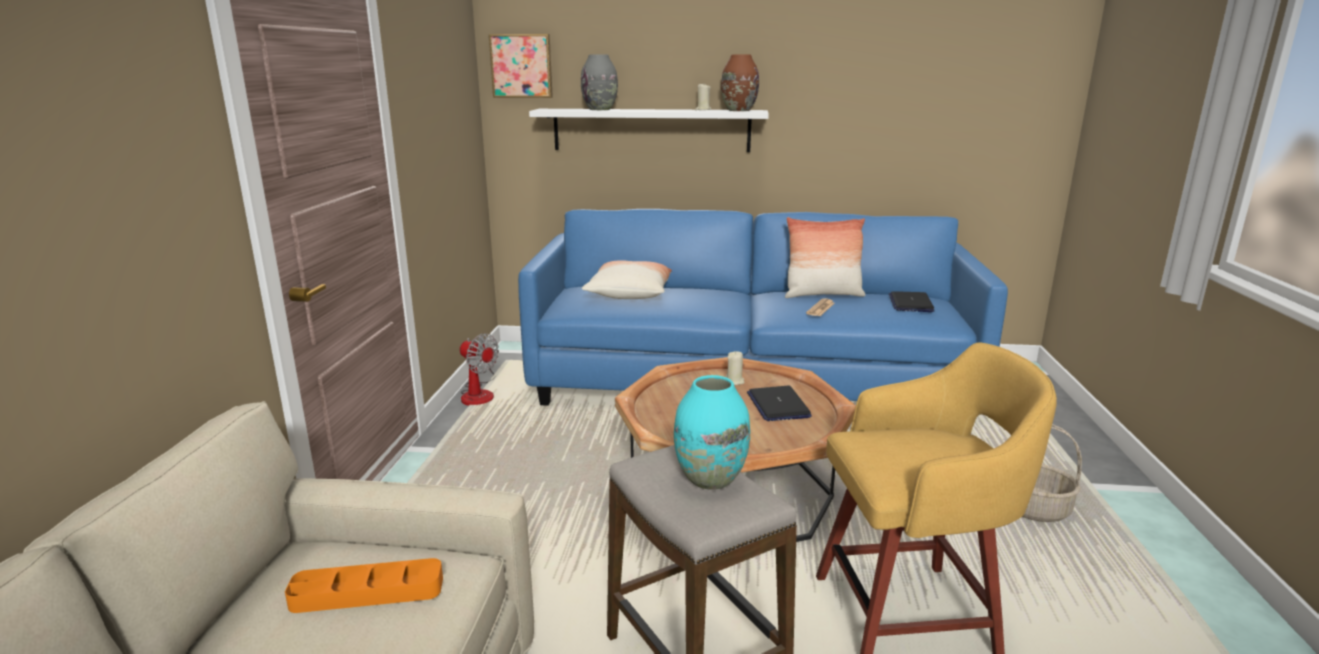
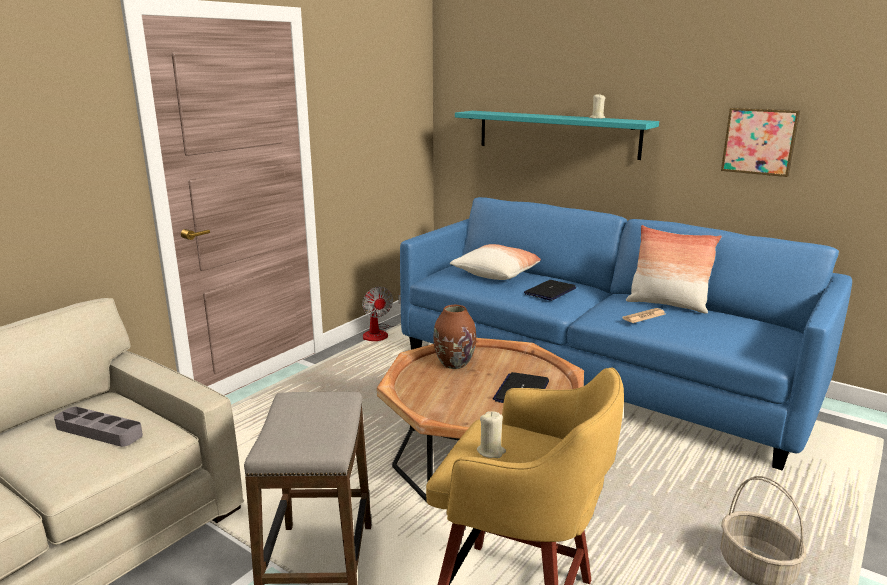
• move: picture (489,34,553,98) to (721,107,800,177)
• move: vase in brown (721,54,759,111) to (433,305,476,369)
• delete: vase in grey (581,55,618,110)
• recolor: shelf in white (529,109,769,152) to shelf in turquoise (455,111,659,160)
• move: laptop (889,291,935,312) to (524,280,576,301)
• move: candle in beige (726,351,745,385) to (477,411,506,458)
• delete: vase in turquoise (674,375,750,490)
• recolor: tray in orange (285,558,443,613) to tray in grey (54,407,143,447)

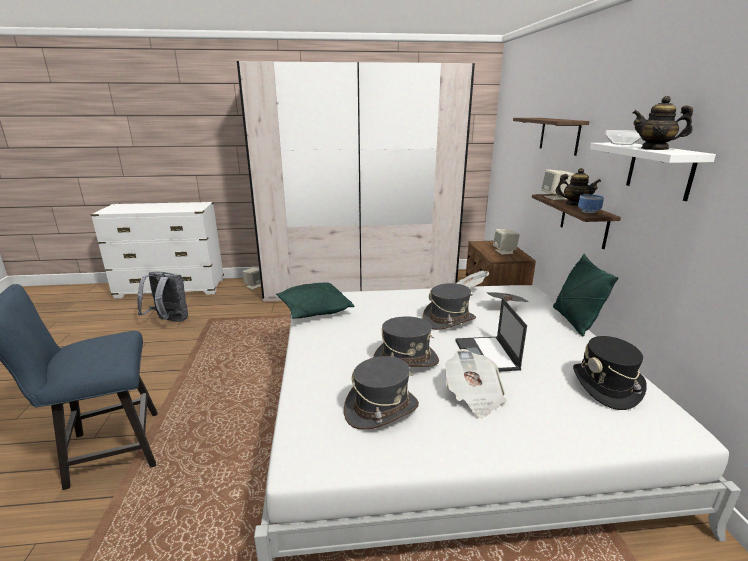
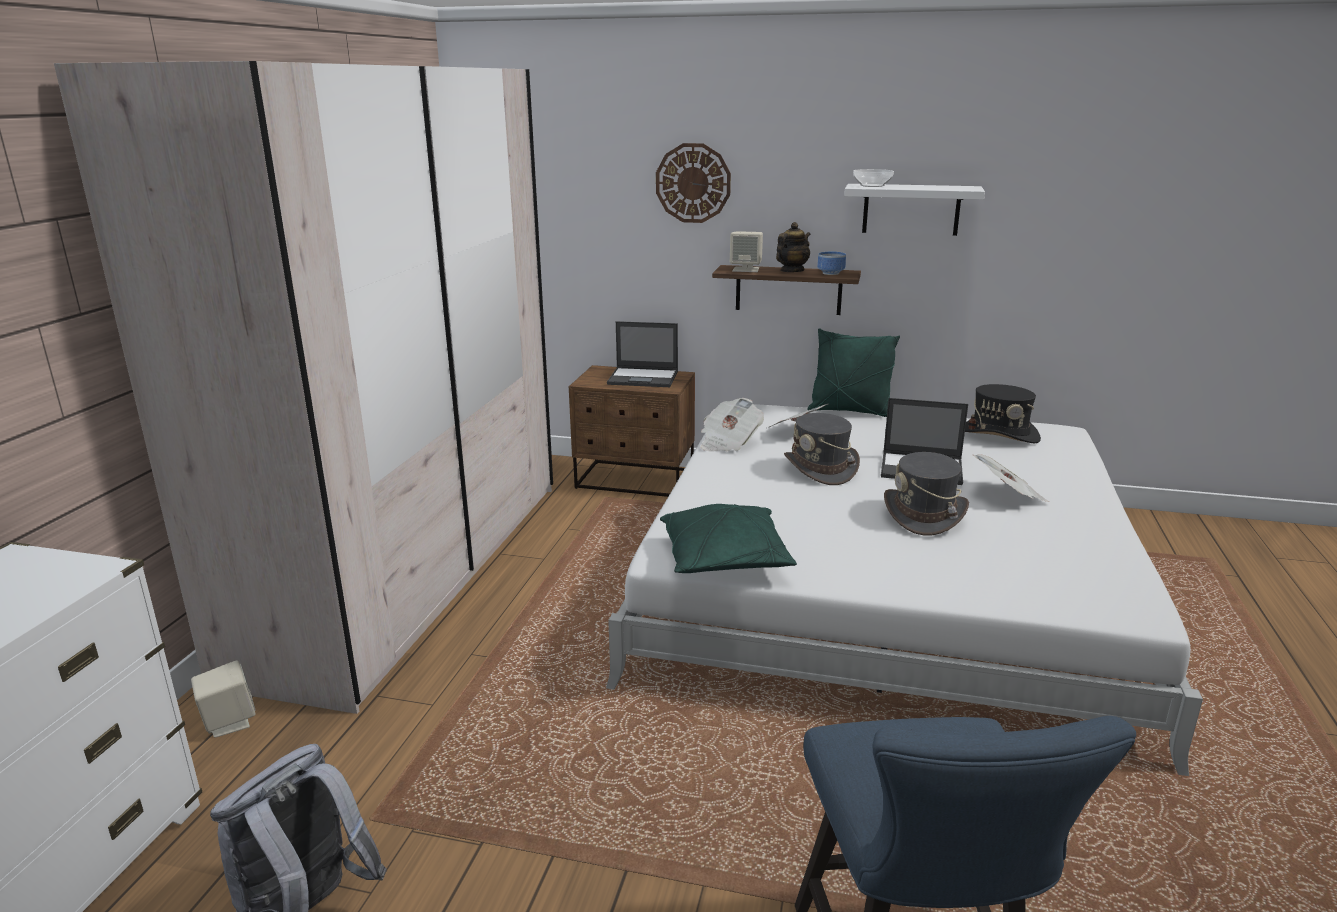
• delete: teapot (633,96,693,150)
• replace: shelf (513,118,589,156) to wall clock (656,143,731,223)
• replace: speaker in beige (493,229,519,255) to laptop (607,321,678,387)
• delete: hat in grey (344,356,419,430)

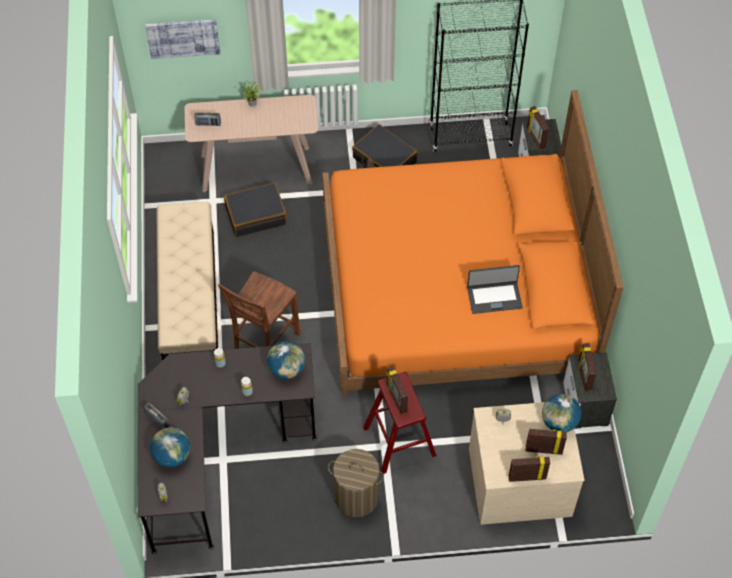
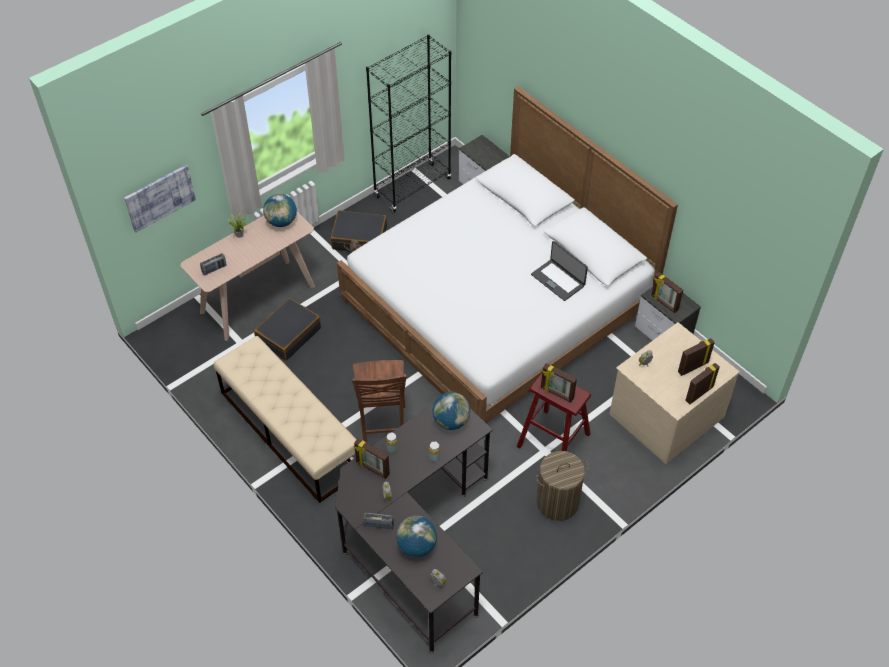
• recolor: bed in orange (323,90,624,395) to bed in white (337,86,678,423)
• move: picture frame (527,106,549,150) to (354,438,390,479)
• rotate: laptop (467,265,523,314) = (531,241,588,301) 90 degrees clockwise
• move: globe (542,394,581,432) to (263,194,297,227)

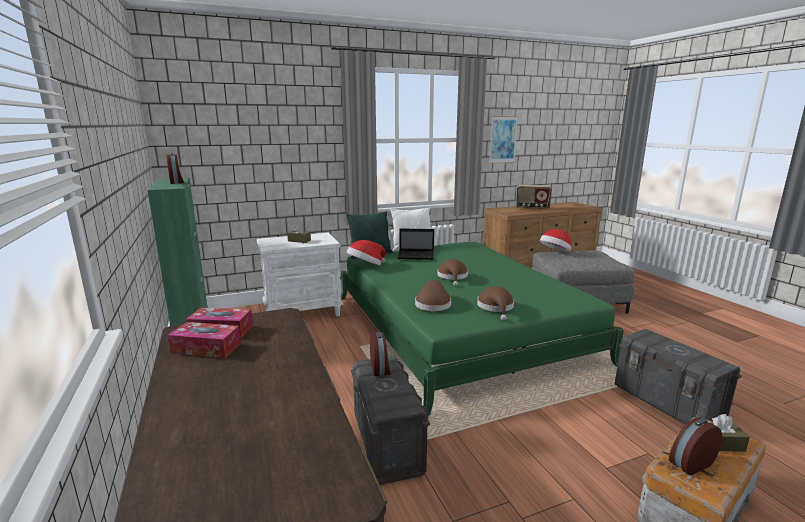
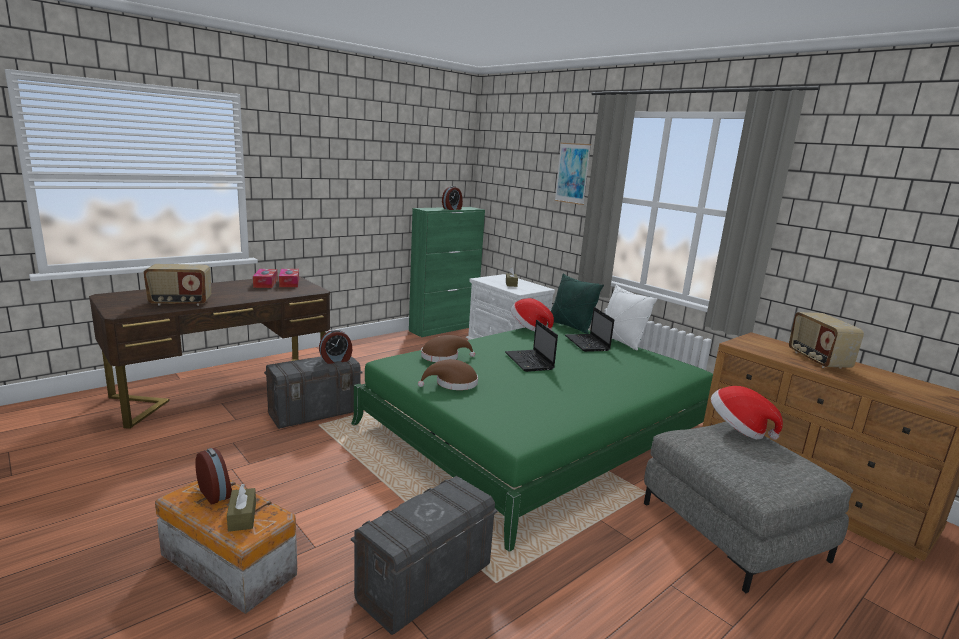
• move: picture (489,116,518,164) to (555,143,591,205)
• replace: hat in brown (437,259,468,286) to laptop (505,320,558,372)
• insert: radio (143,264,211,306)

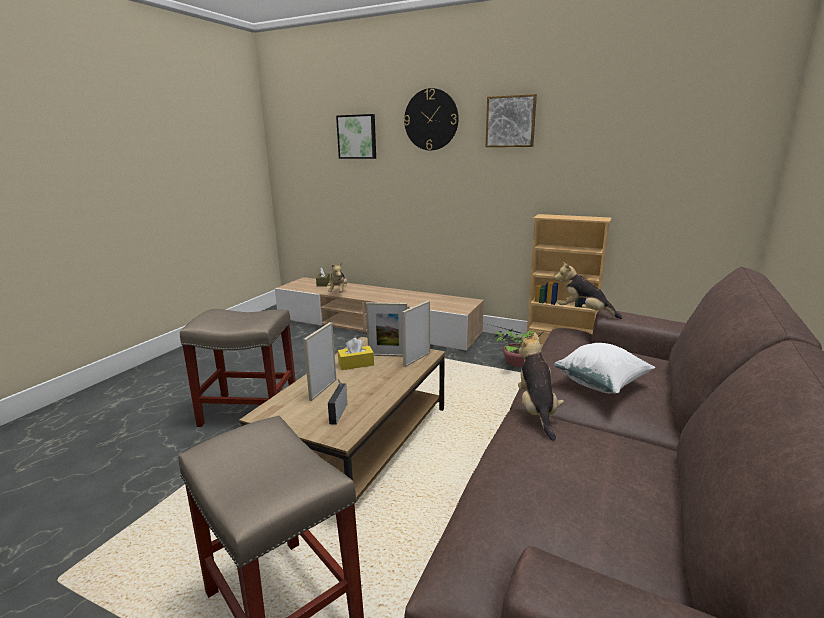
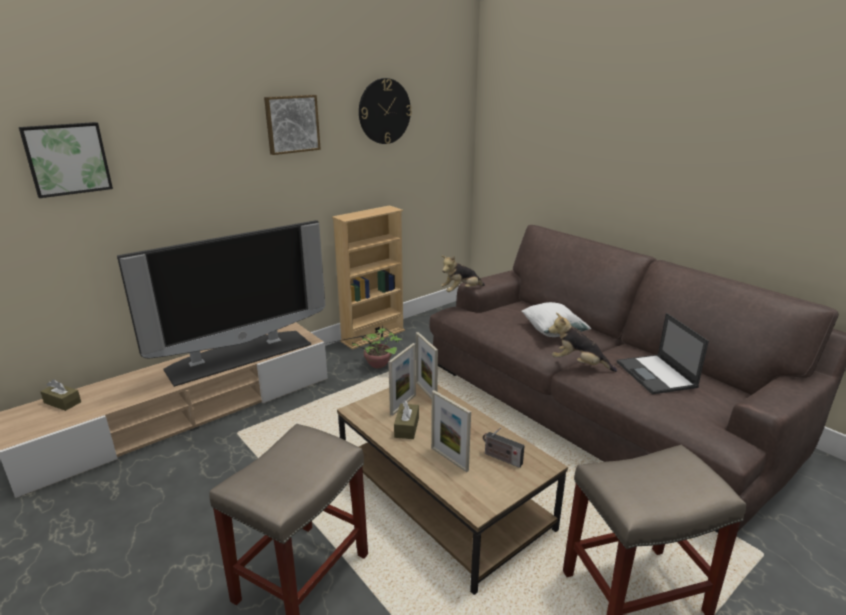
• move: wall clock (404,88,459,150) to (359,78,412,144)
• delete: plush toy (328,262,347,293)
• recolor: tissue box in yellow (338,338,374,370) to tissue box in brown (394,400,419,439)
• insert: television (117,220,325,387)
• insert: laptop (617,313,709,394)

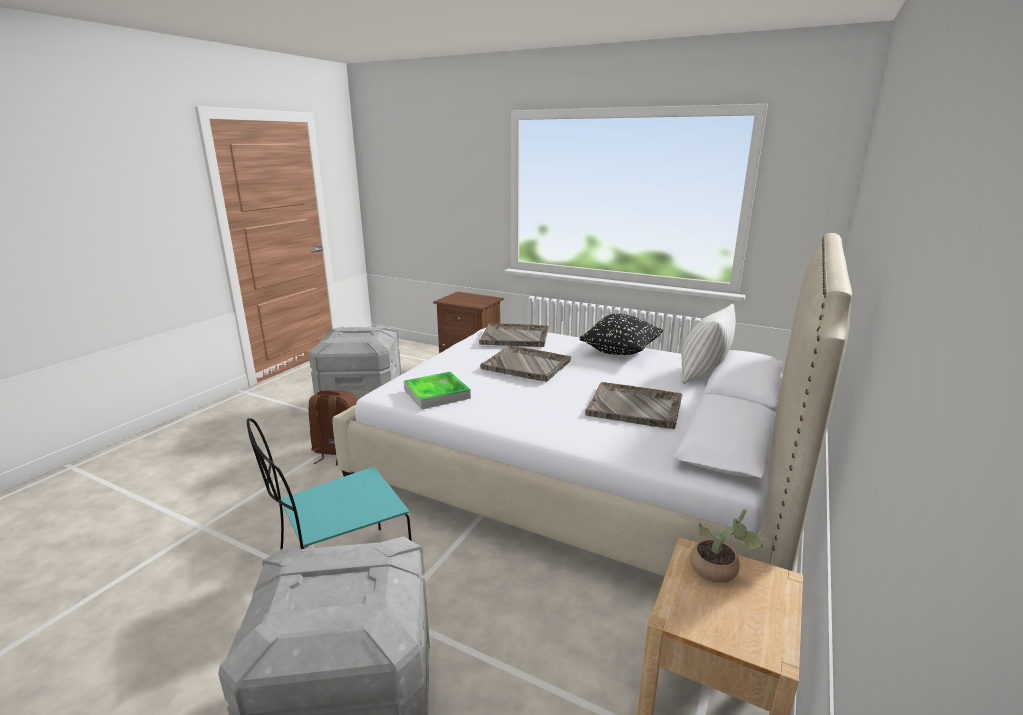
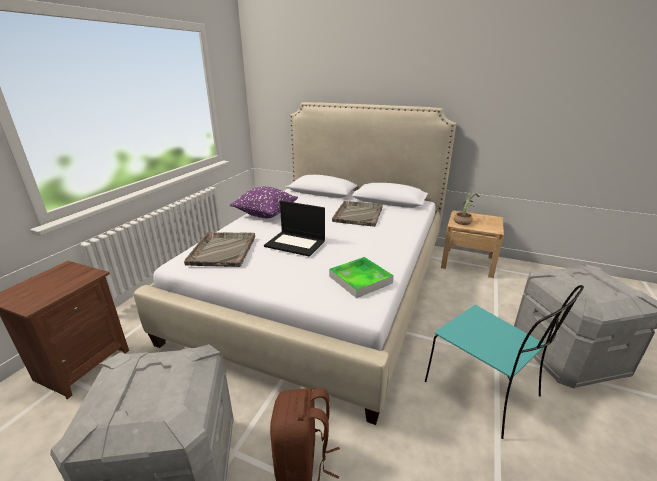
• delete: pillow in white (682,304,735,384)
• recolor: pillow in black (579,313,663,355) to pillow in purple (230,187,298,218)
• replace: tray in grey (480,345,571,382) to laptop (264,201,325,257)

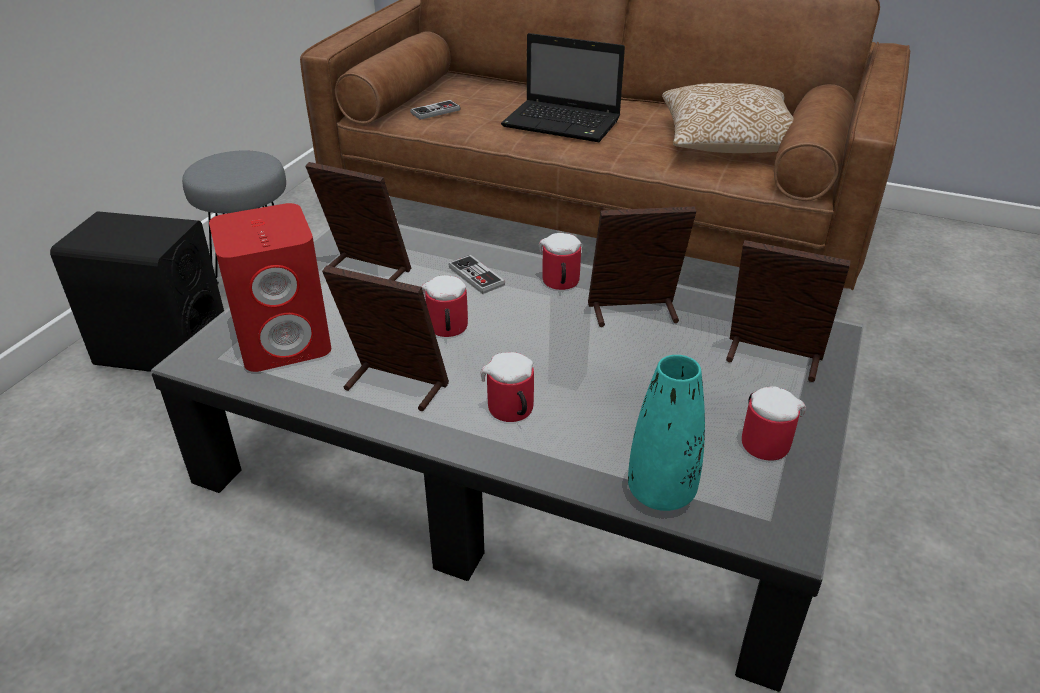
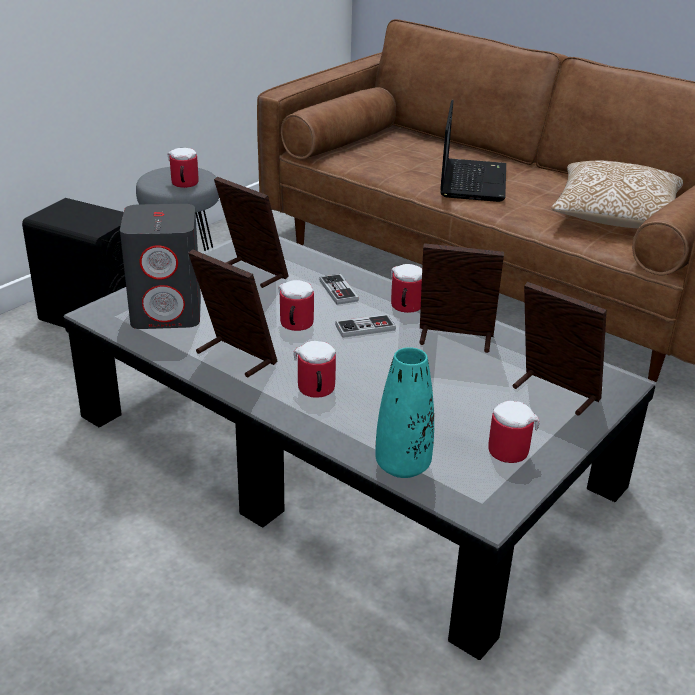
• rotate: laptop (501,33,625,142) = (440,100,506,202) 120 degrees counterclockwise
• move: game controller (410,100,460,120) to (335,314,396,338)
• recolor: speaker in red (209,203,332,372) to speaker in grey (120,204,201,329)
• insert: mug (168,148,198,188)

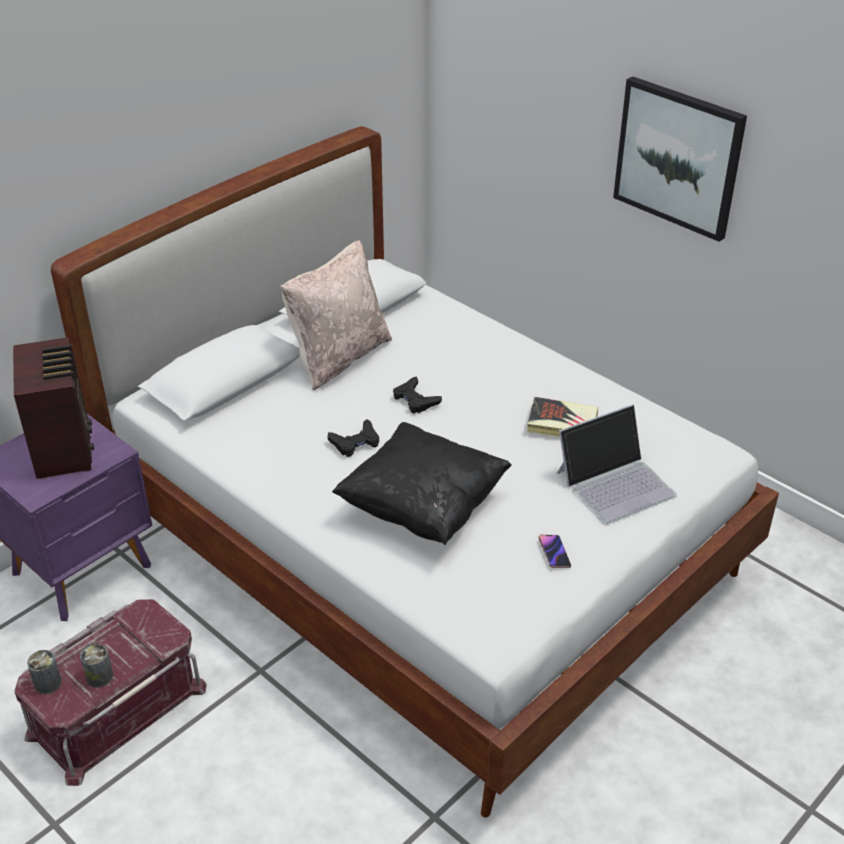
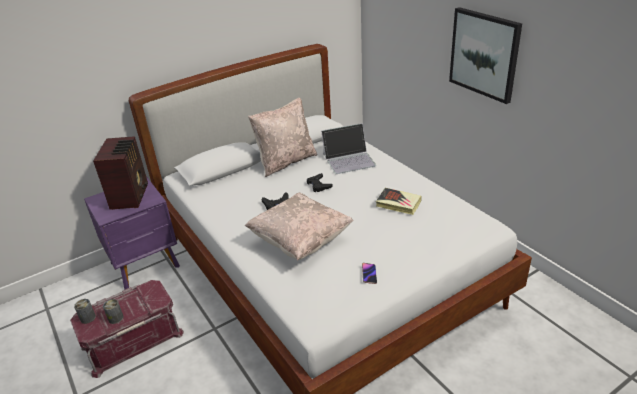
• move: laptop (557,404,677,524) to (321,123,376,174)
• recolor: pillow in black (332,422,512,545) to pillow in beige (245,193,354,261)

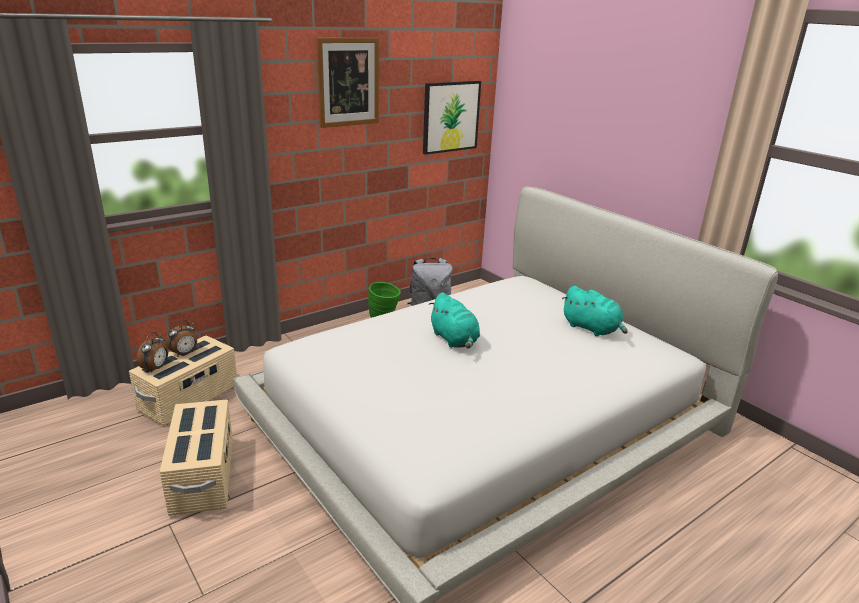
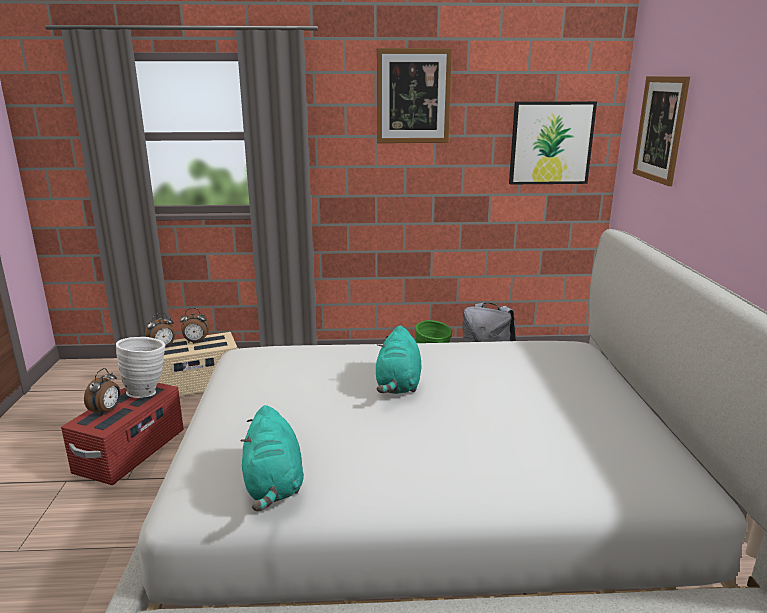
• move: plush toy in turquoise (562,286,627,336) to (240,405,304,511)
• recolor: storage box in beige (160,400,233,516) to storage box in red (61,383,184,485)
• insert: picture (633,76,690,186)
• insert: vase in white (116,337,165,398)
• insert: alarm clock (84,368,121,416)

